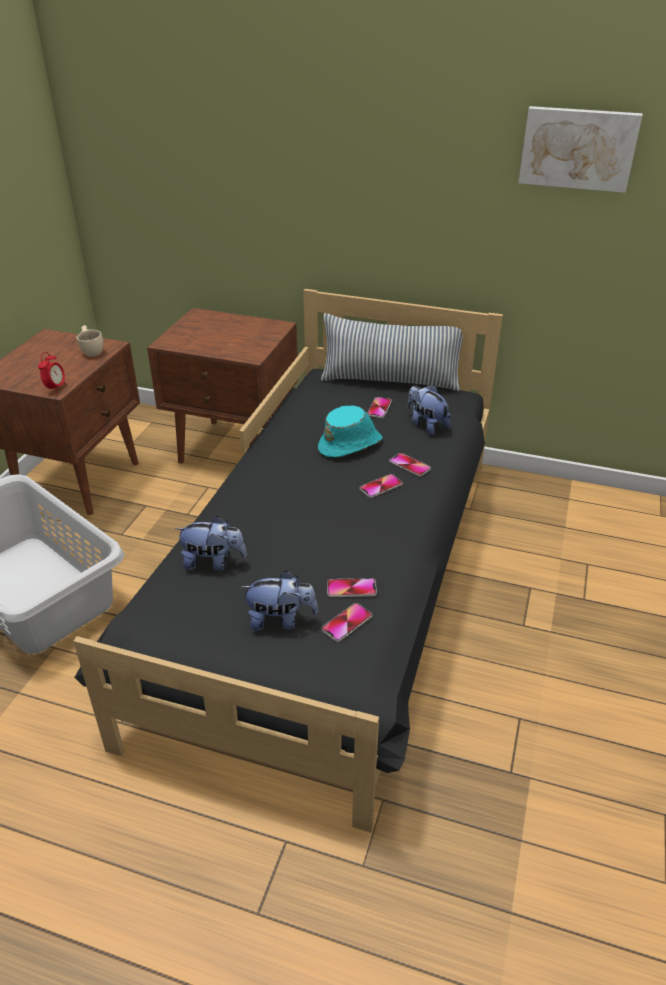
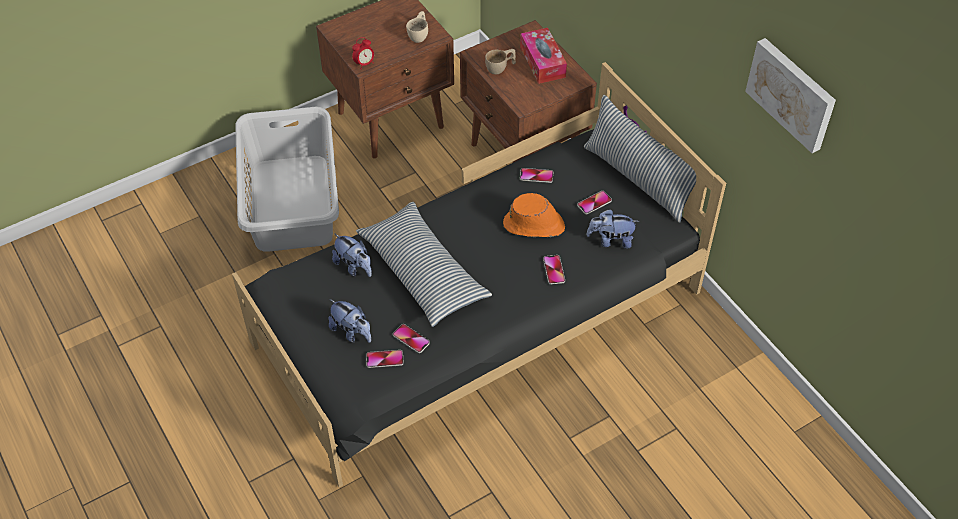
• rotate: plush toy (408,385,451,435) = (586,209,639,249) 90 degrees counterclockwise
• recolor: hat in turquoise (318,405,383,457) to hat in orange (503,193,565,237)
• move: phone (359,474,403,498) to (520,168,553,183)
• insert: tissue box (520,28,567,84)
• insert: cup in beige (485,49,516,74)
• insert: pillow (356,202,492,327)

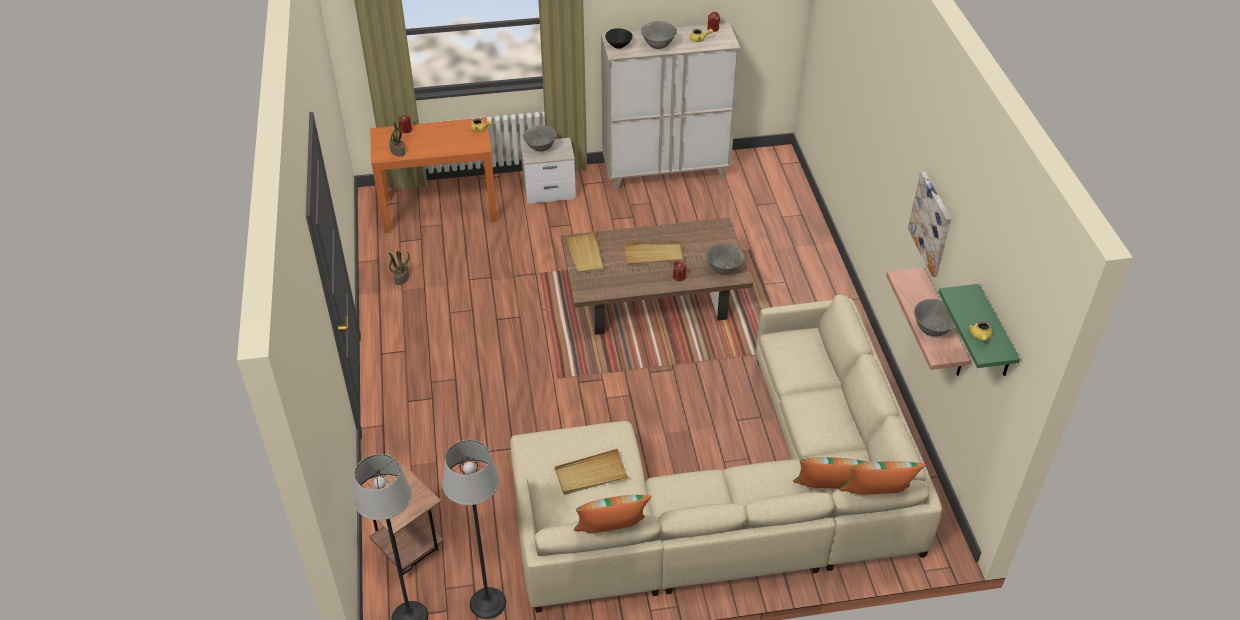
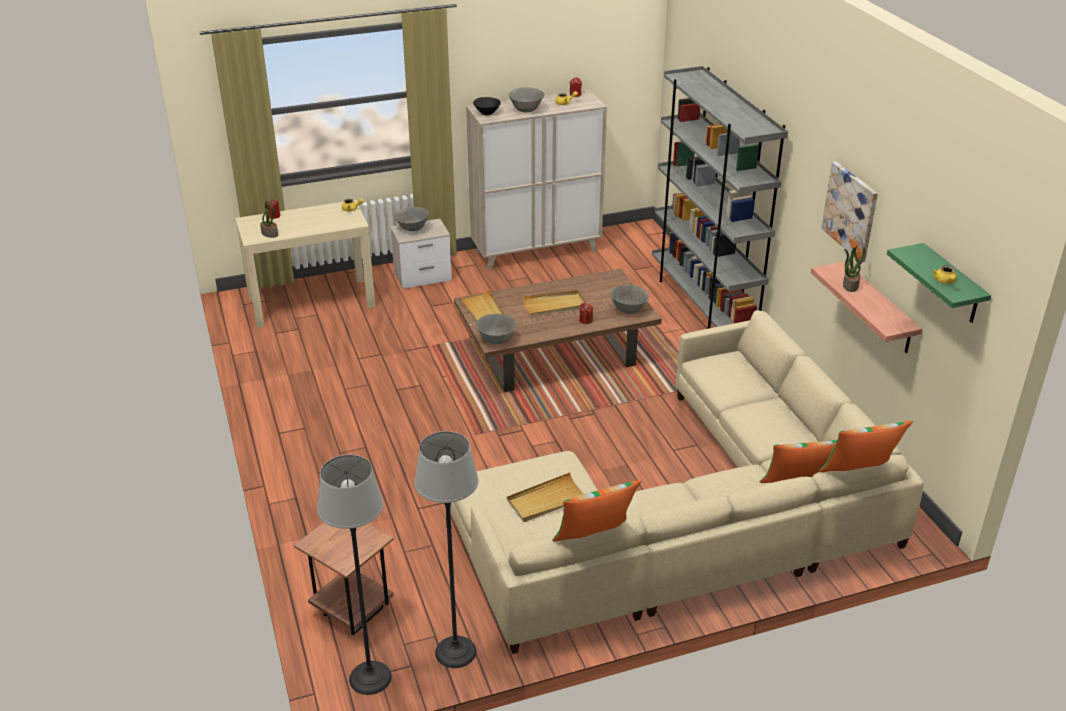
• recolor: console table in orange (370,117,497,233) to console table in beige (235,200,375,328)
• move: potted plant (388,251,410,285) to (843,246,865,292)
• move: bowl in grey (914,299,956,336) to (476,314,517,344)
• insert: bookcase in grey (652,66,788,329)

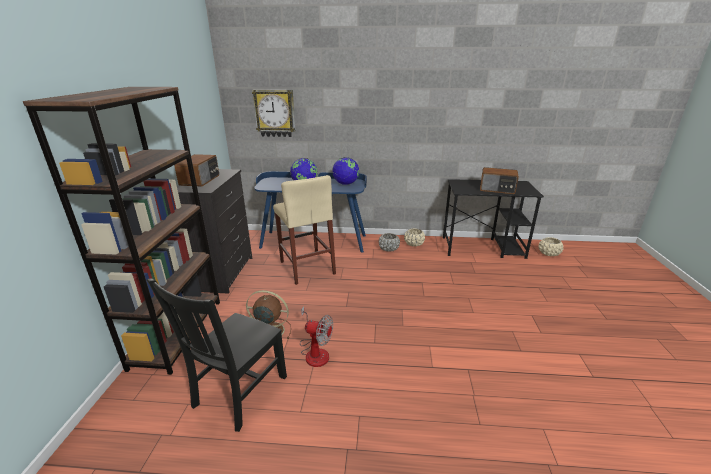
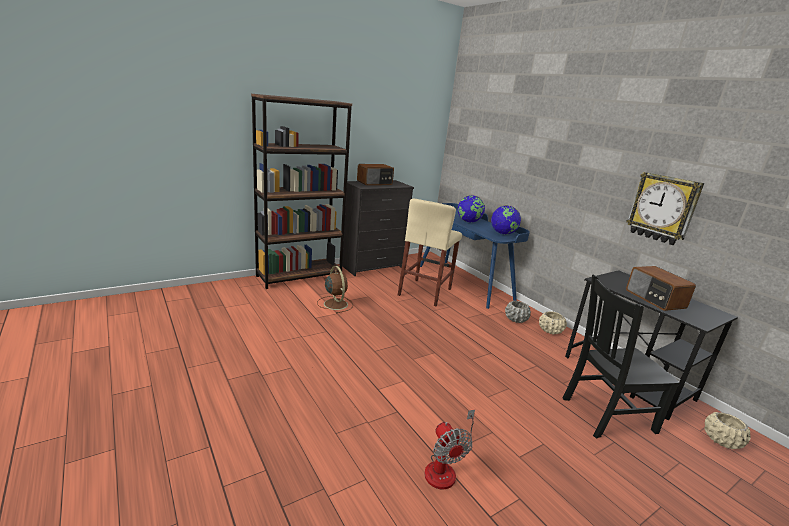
• move: wall clock (252,90,296,137) to (626,172,704,245)
• move: chair in black (147,279,287,432) to (563,275,680,439)
• move: fan (300,306,333,367) to (424,410,475,490)

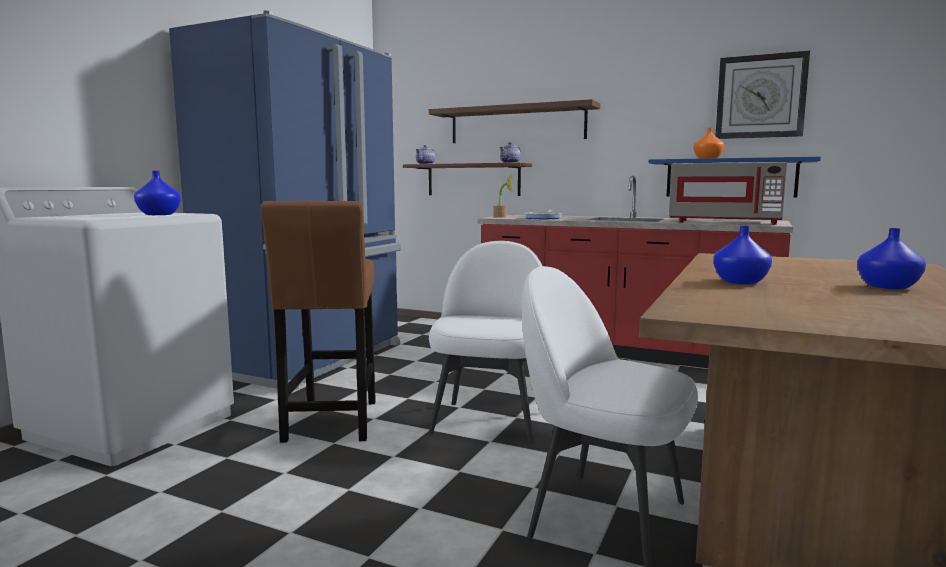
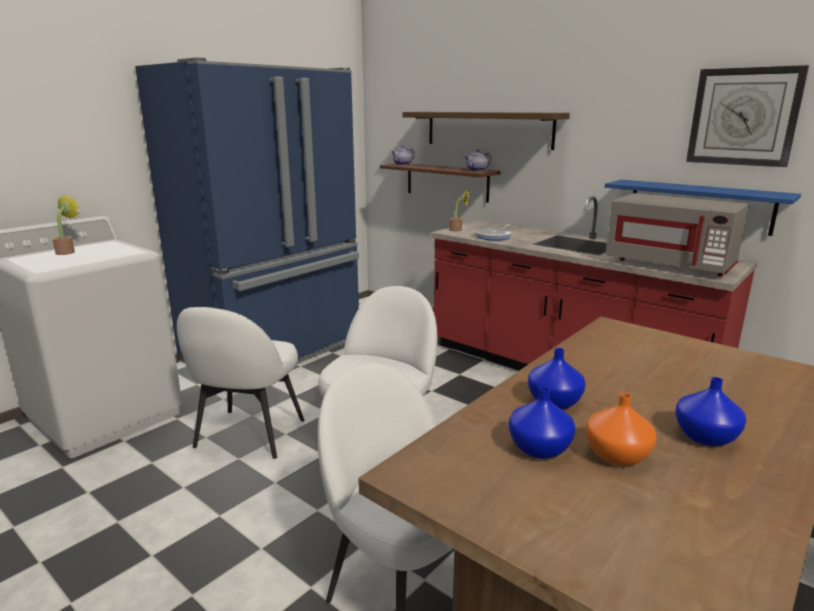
• move: vase in orange (693,128,724,159) to (586,393,656,466)
• move: vase in blue (134,171,181,215) to (509,387,576,459)
• replace: stool in brown (260,201,376,443) to chair in white (177,307,305,459)
• insert: potted plant (53,195,81,255)

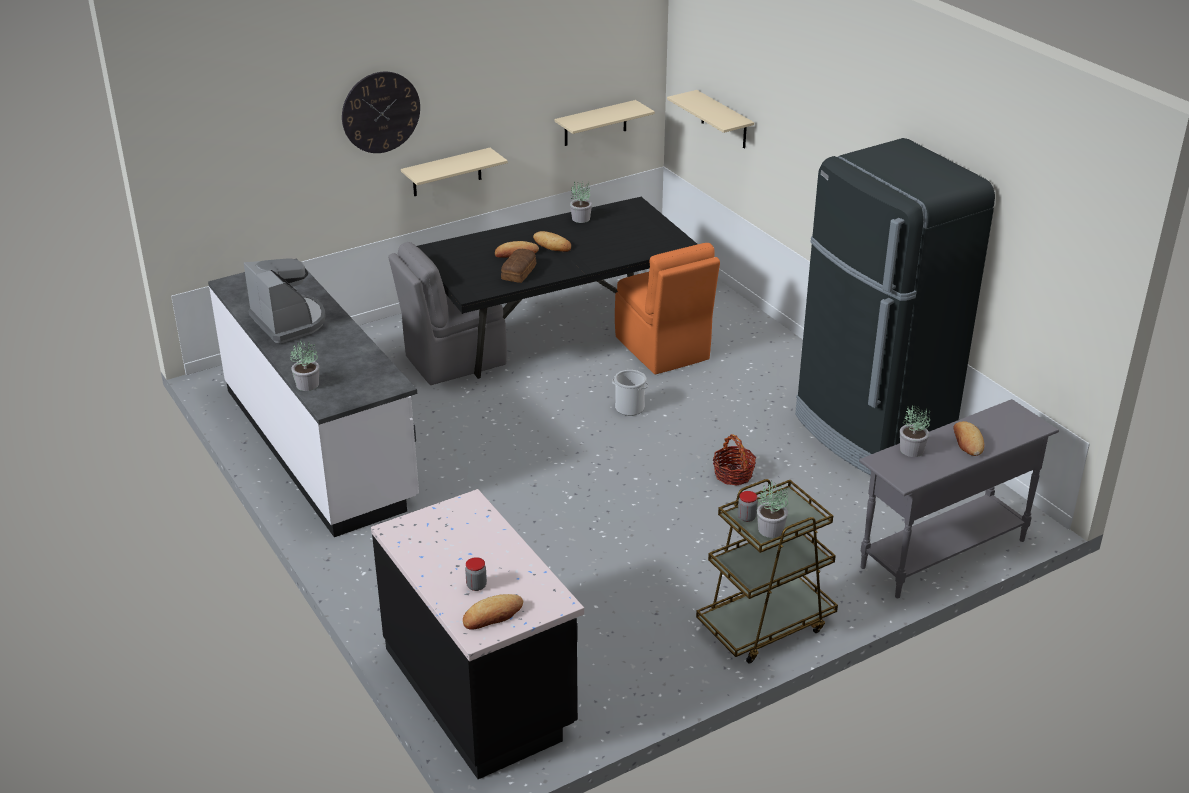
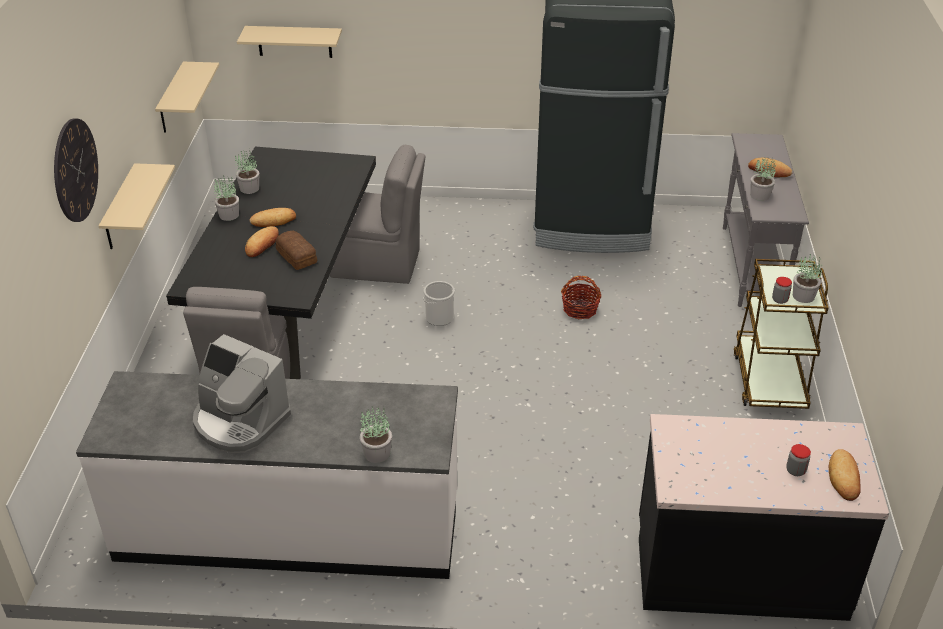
• recolor: chair in orange (615,243,720,374) to chair in grey (330,145,426,284)
• rotate: coffee machine (244,258,326,343) = (193,334,291,453) 150 degrees counterclockwise
• insert: potted plant (214,177,239,221)

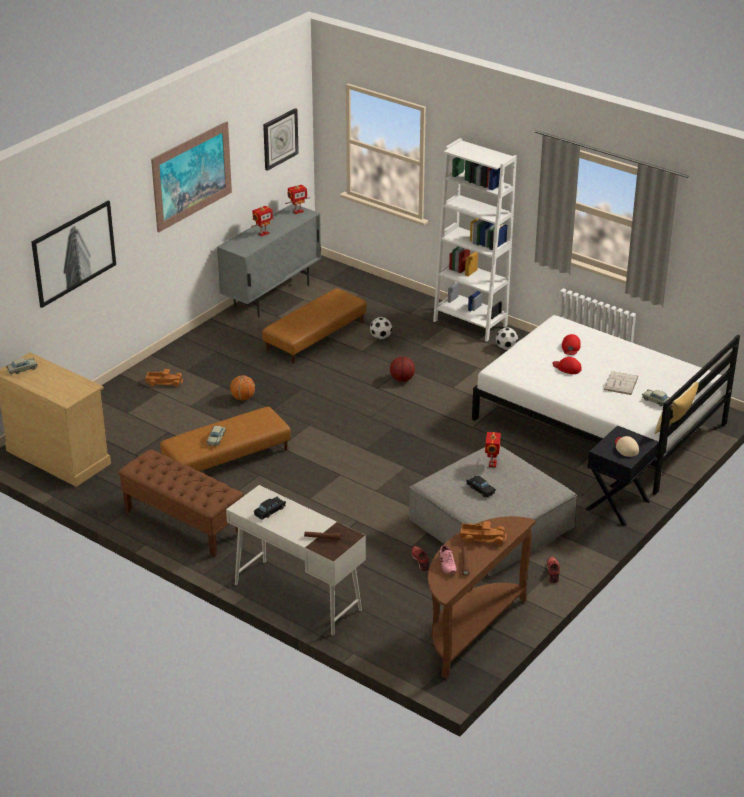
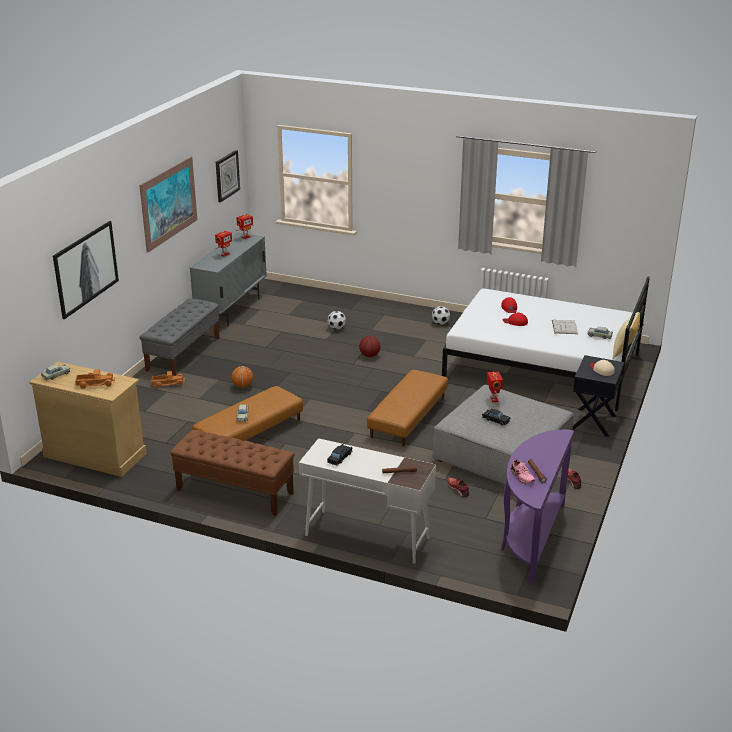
• delete: bookcase in white (433,138,517,342)
• move: ottoman in brown (262,288,367,364) to (367,370,448,447)
• recolor: console table in brown (428,516,536,679) to console table in purple (501,429,574,583)
• move: toy truck (460,521,507,545) to (75,369,115,389)
• insert: bench in grey (140,298,220,376)

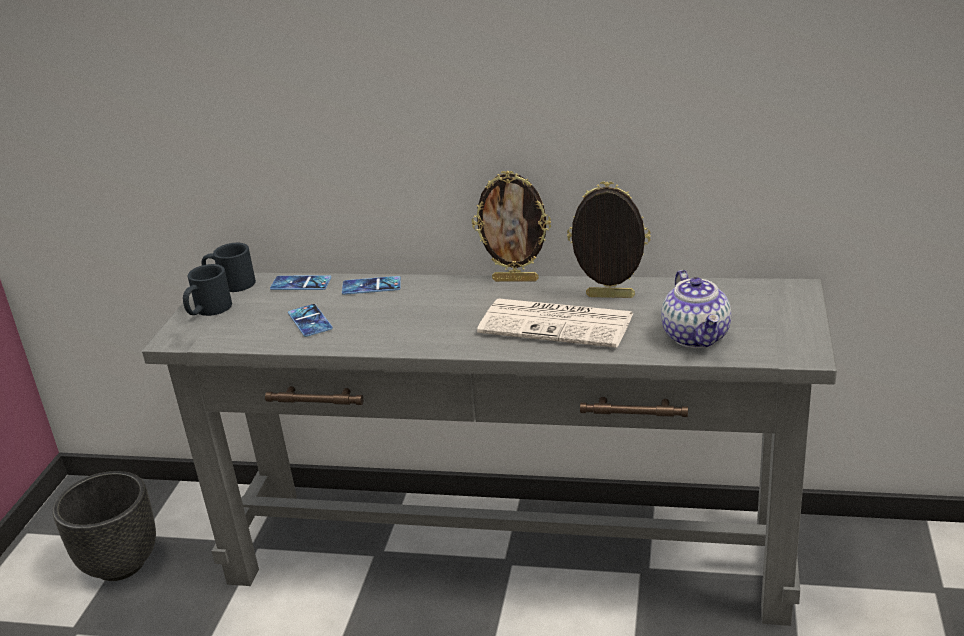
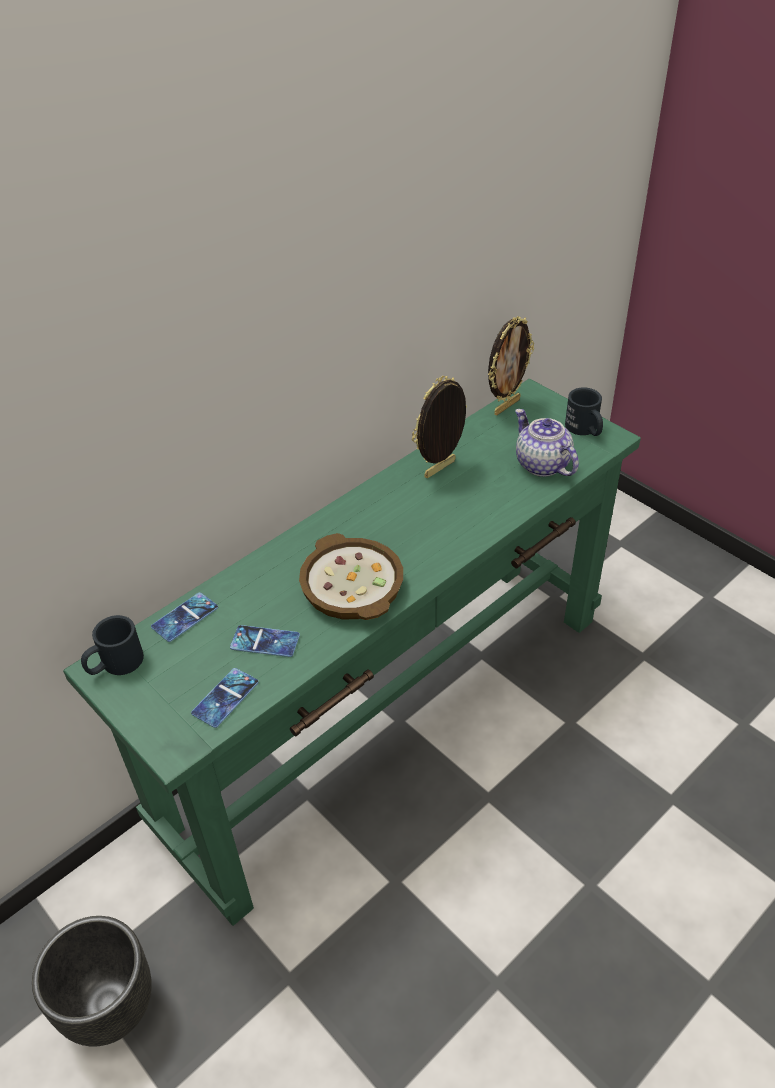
• move: picture frame (472,170,551,282) to (488,316,534,415)
• move: mug in black (183,264,232,316) to (565,387,603,436)
• rotate: teapot (661,270,731,348) = (515,409,579,477) 150 degrees counterclockwise
• recolor: console table in grey (142,273,837,626) to console table in green (63,379,641,926)
• move: phone (342,276,401,295) to (191,668,259,728)
• delete: newspaper (477,299,634,348)
• insert: bowl (299,533,403,620)

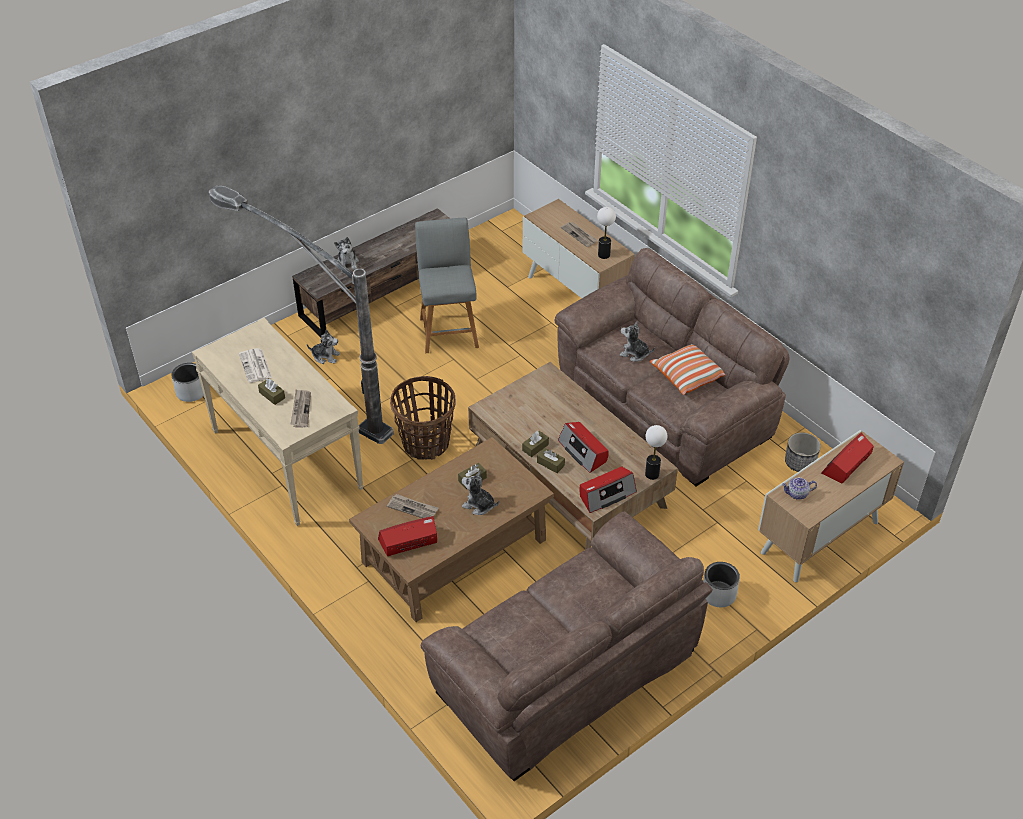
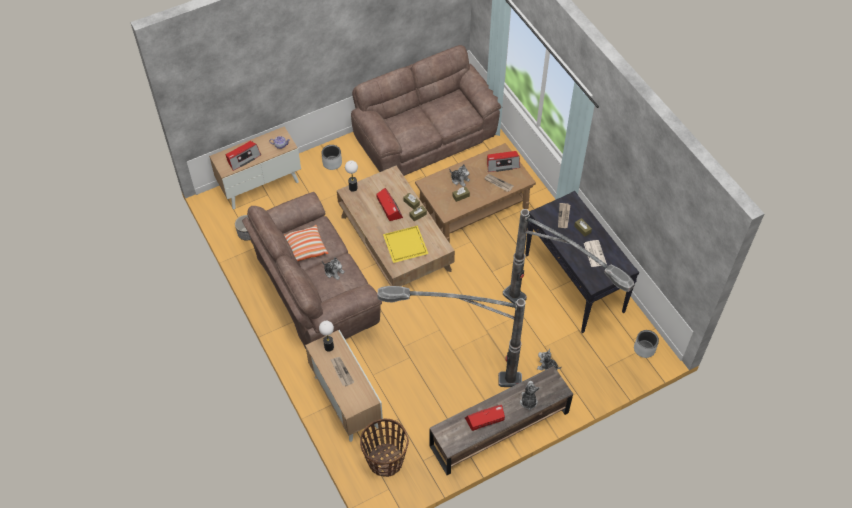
• replace: stool in grey (415,218,479,353) to floor lamp (377,286,525,387)
• recolor: console table in beige (192,318,364,526) to console table in black (525,191,639,333)
• move: basket (390,376,455,460) to (360,418,409,477)
• move: radio (580,467,637,513) to (465,405,505,431)
• insert: tray in yellow (383,226,429,263)

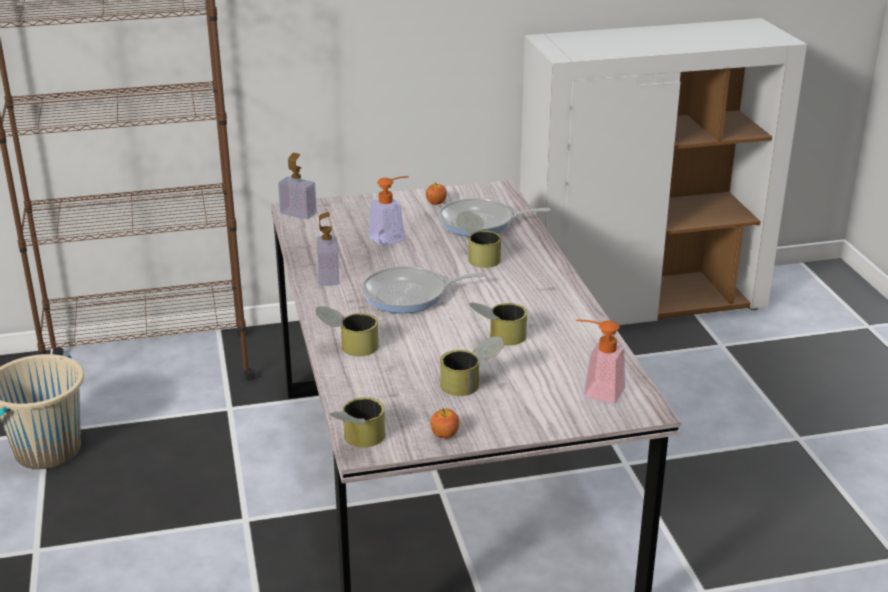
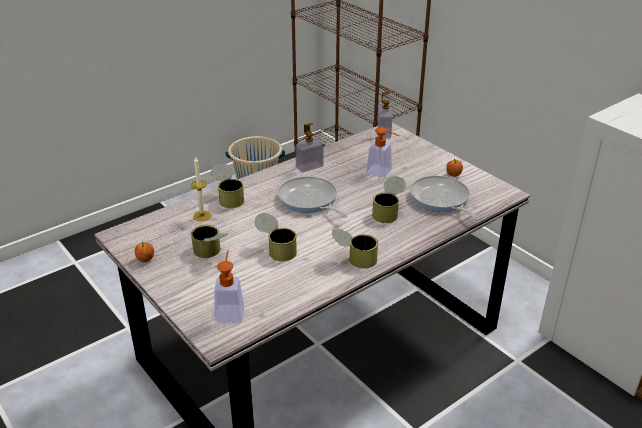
• move: can (329,397,385,447) to (332,229,378,268)
• insert: candle (191,156,211,221)

